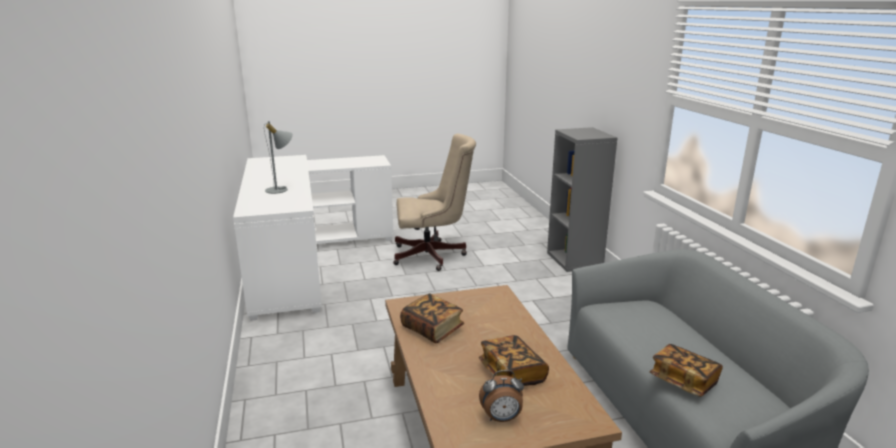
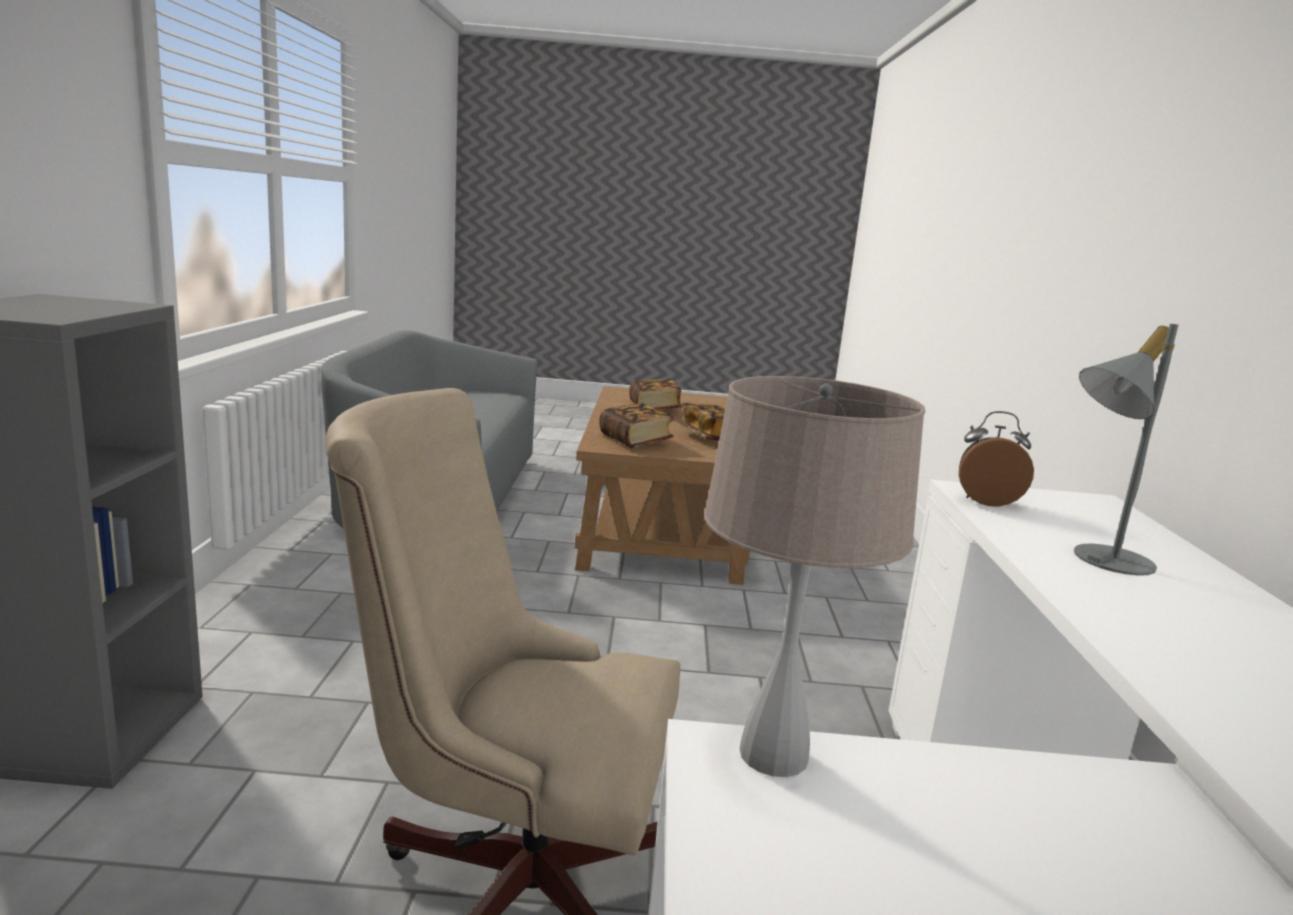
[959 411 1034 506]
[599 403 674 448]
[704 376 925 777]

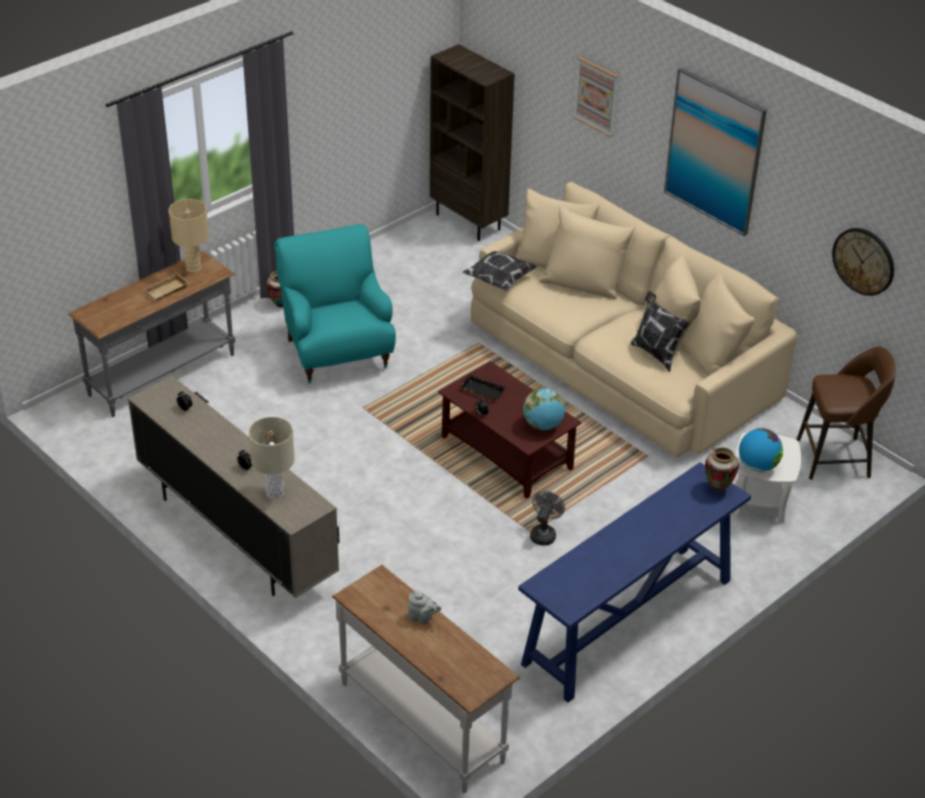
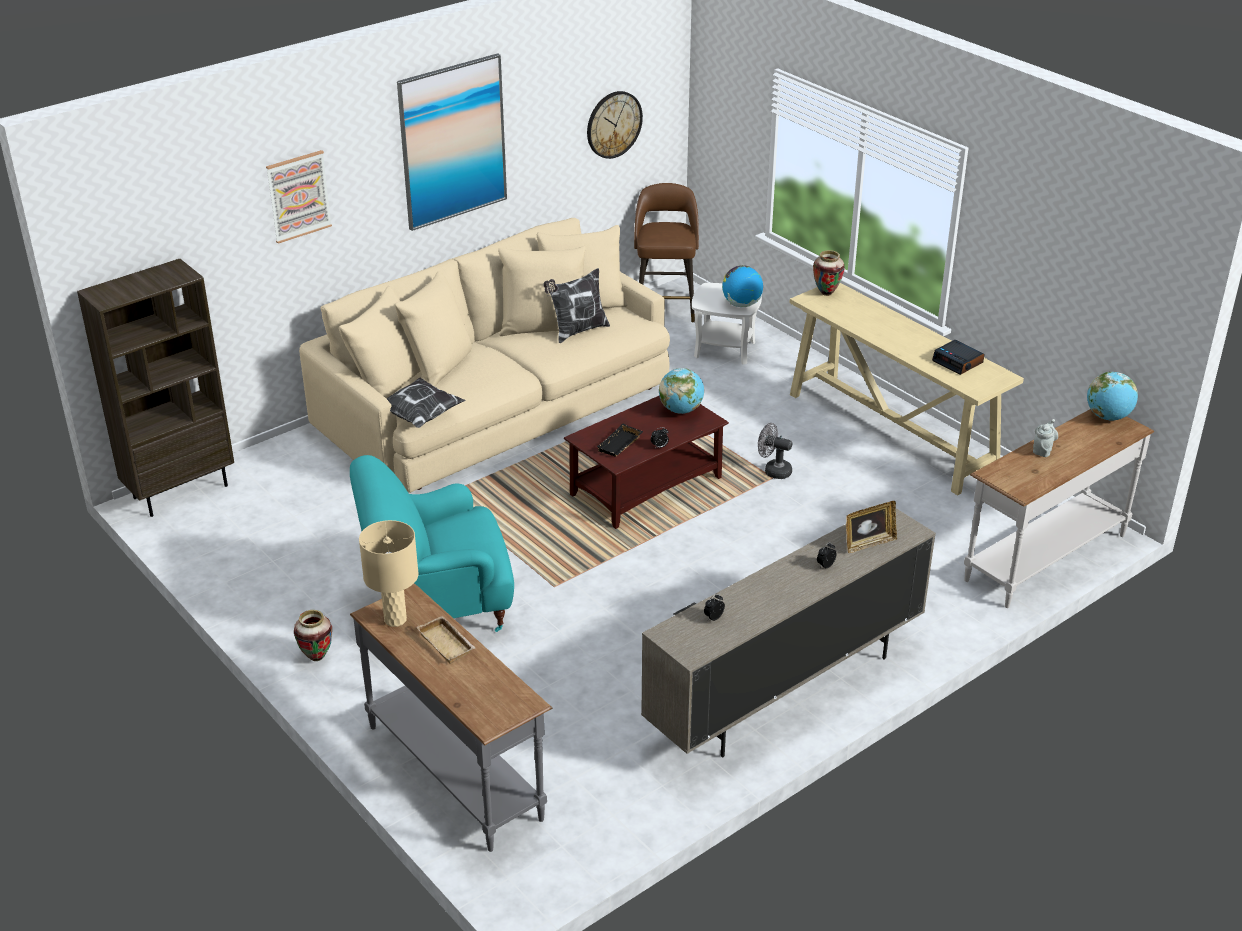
[846 501 897 553]
[789 283 1024 495]
[932 340 985 375]
[1087 372 1138 420]

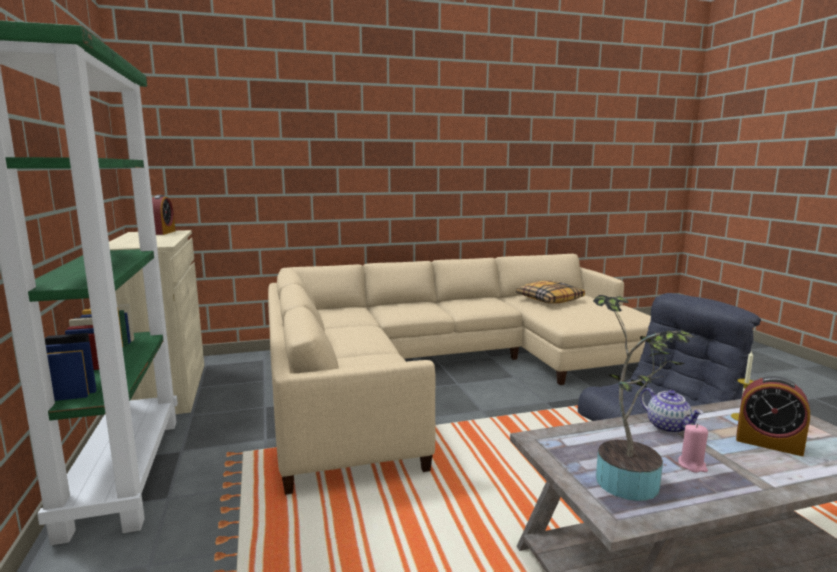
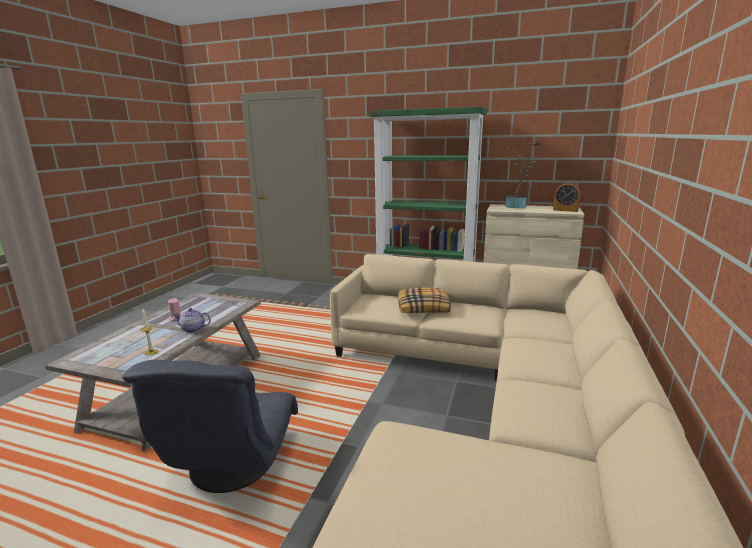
[398 288 451 313]
[500 140 541 208]
[736 376 810 456] (first image)

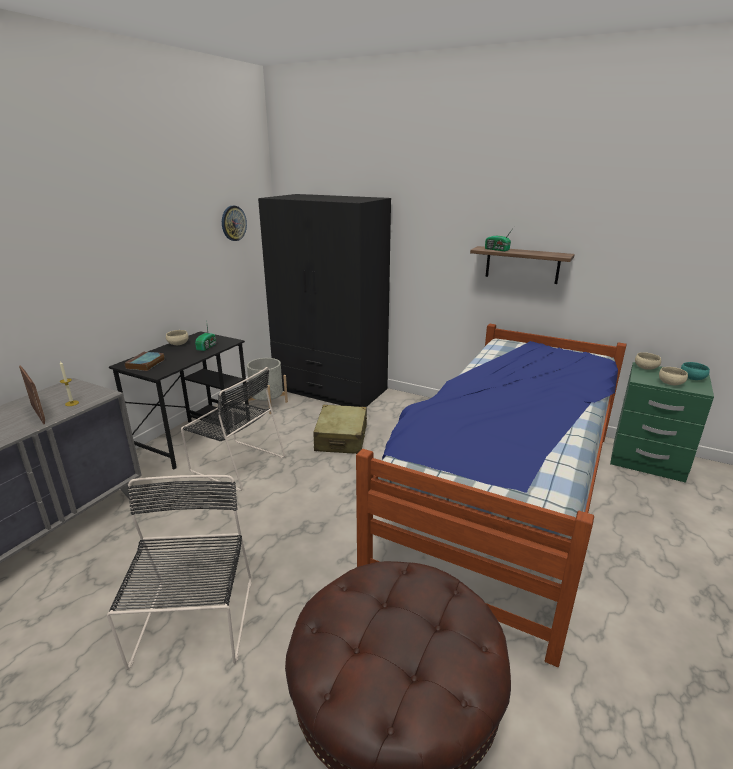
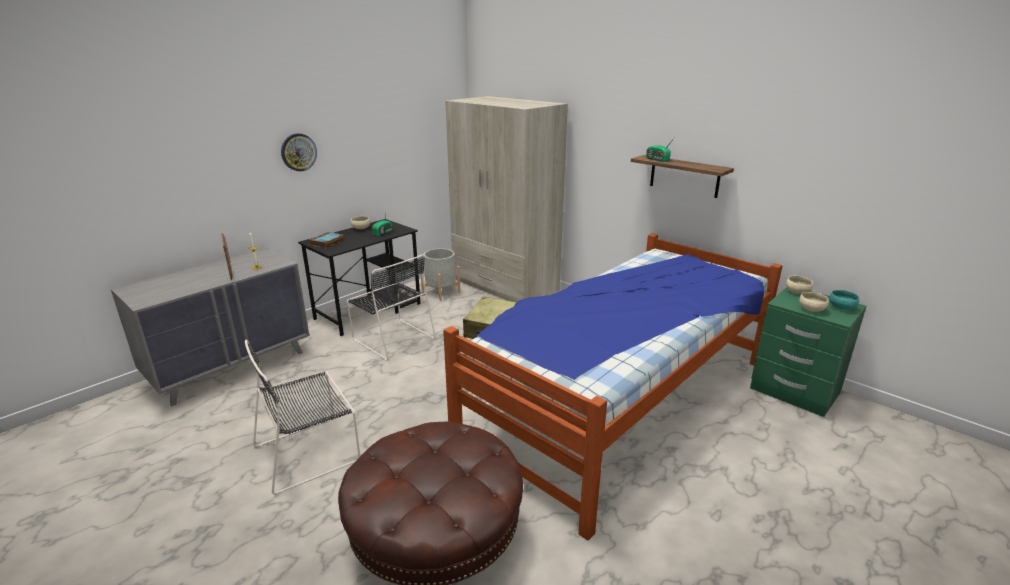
[245 340 360 495]
[281 133 317 171]
[445 96 568 302]

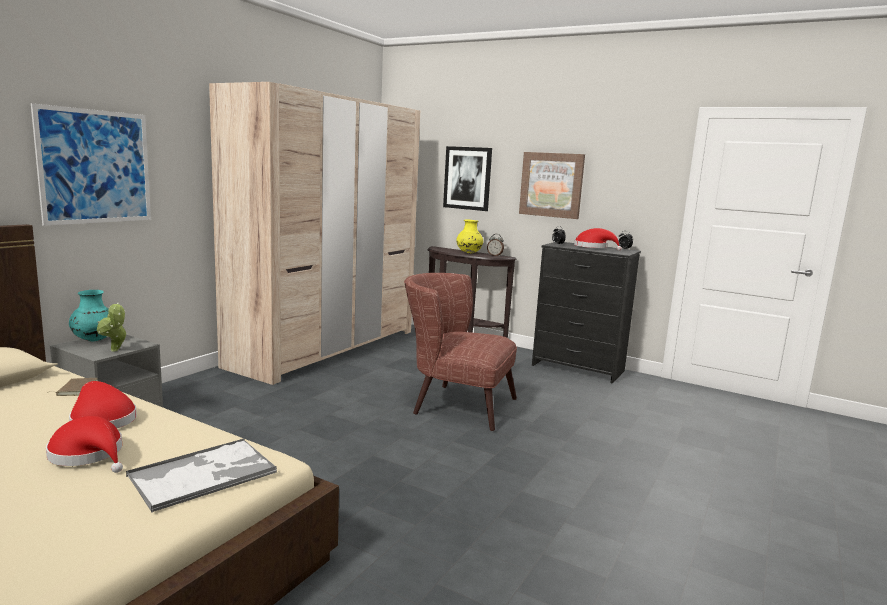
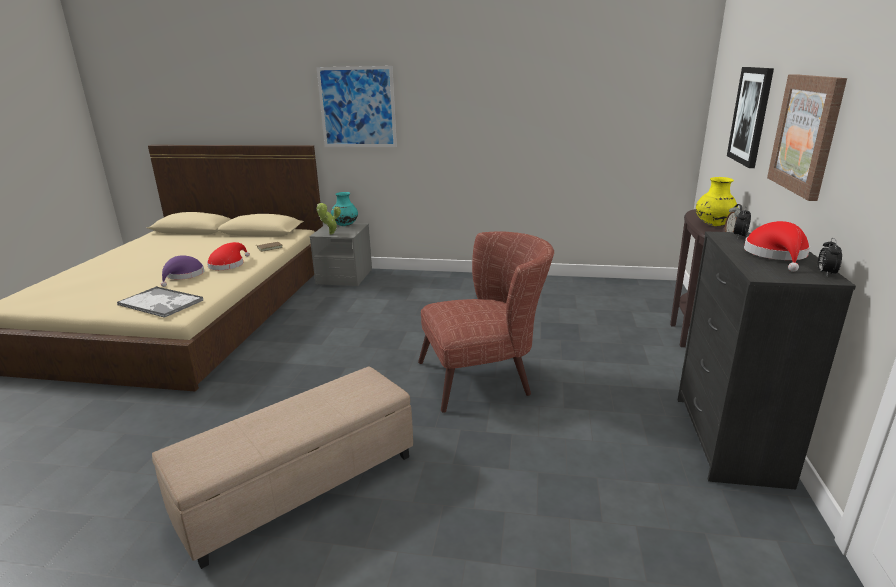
[161 255 204 287]
[209 82 420 385] (first image)
[418 231 554 413]
[152 367 413 569]

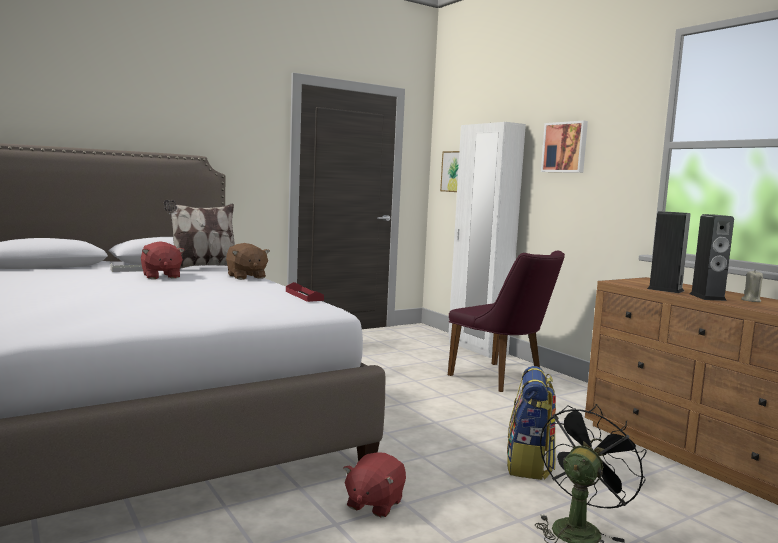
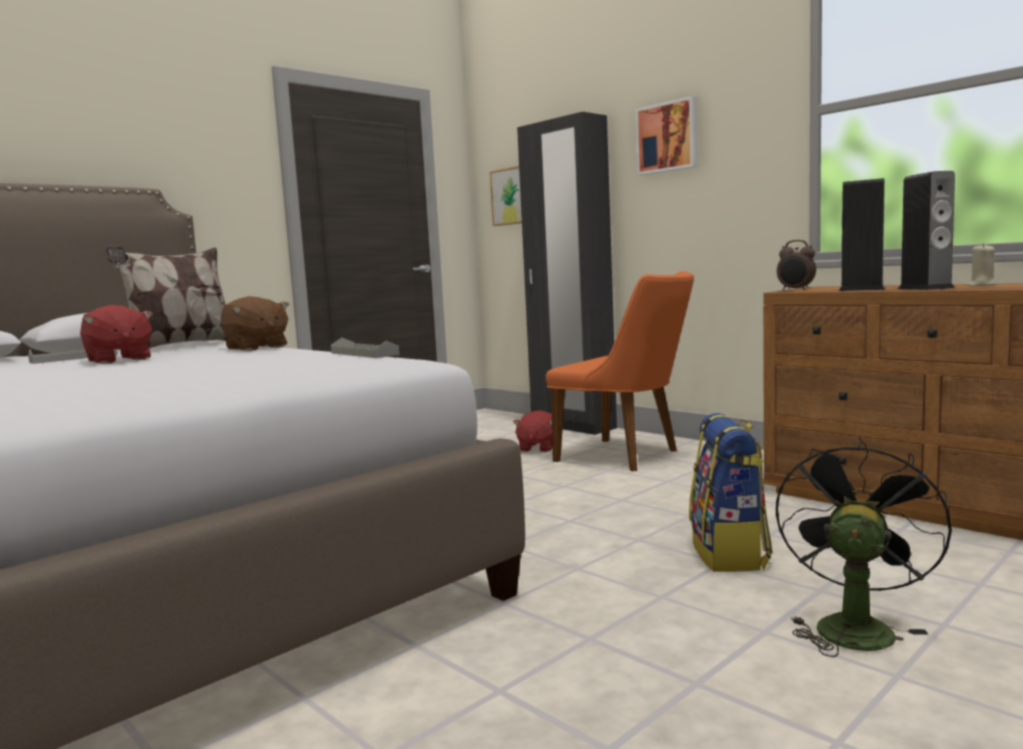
[331 338 400 358]
[513 410 553 452]
[517 112 617 435]
[546 271 694 471]
[777 240 816 291]

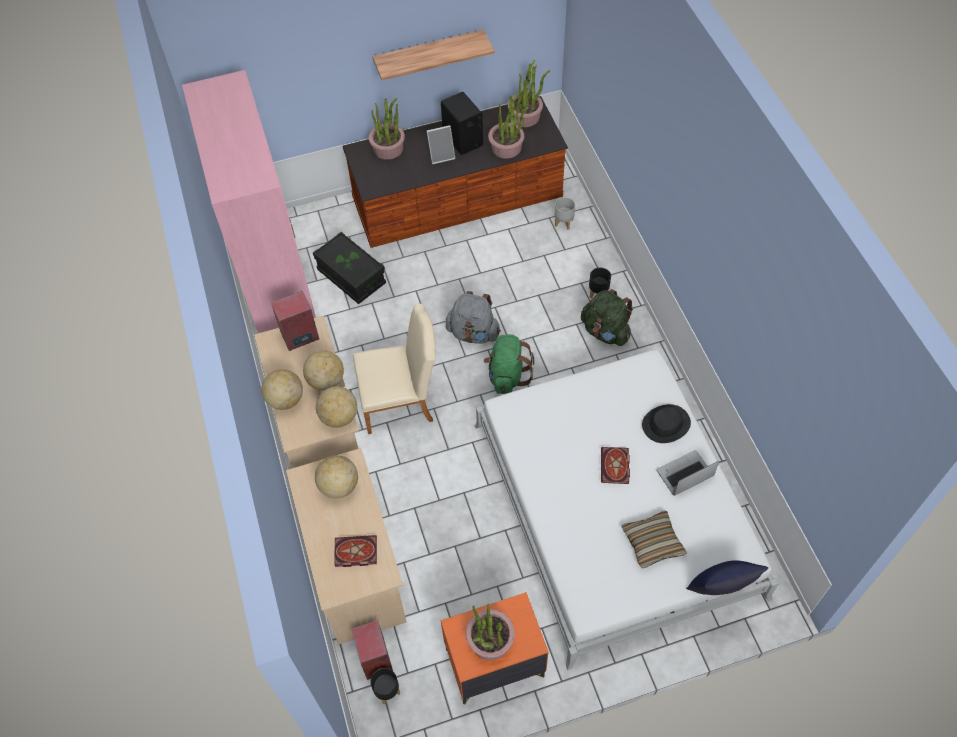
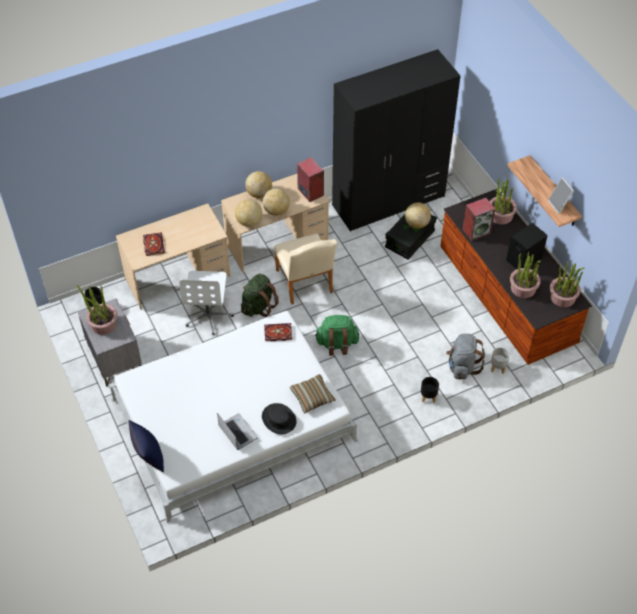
[332 49 460 232]
[405 203 431 229]
[462 198 495 241]
[548 177 574 214]
[78 298 142 387]
[446 333 485 380]
[241 273 279 317]
[264 323 292 341]
[290 374 336 413]
[179 271 234 335]

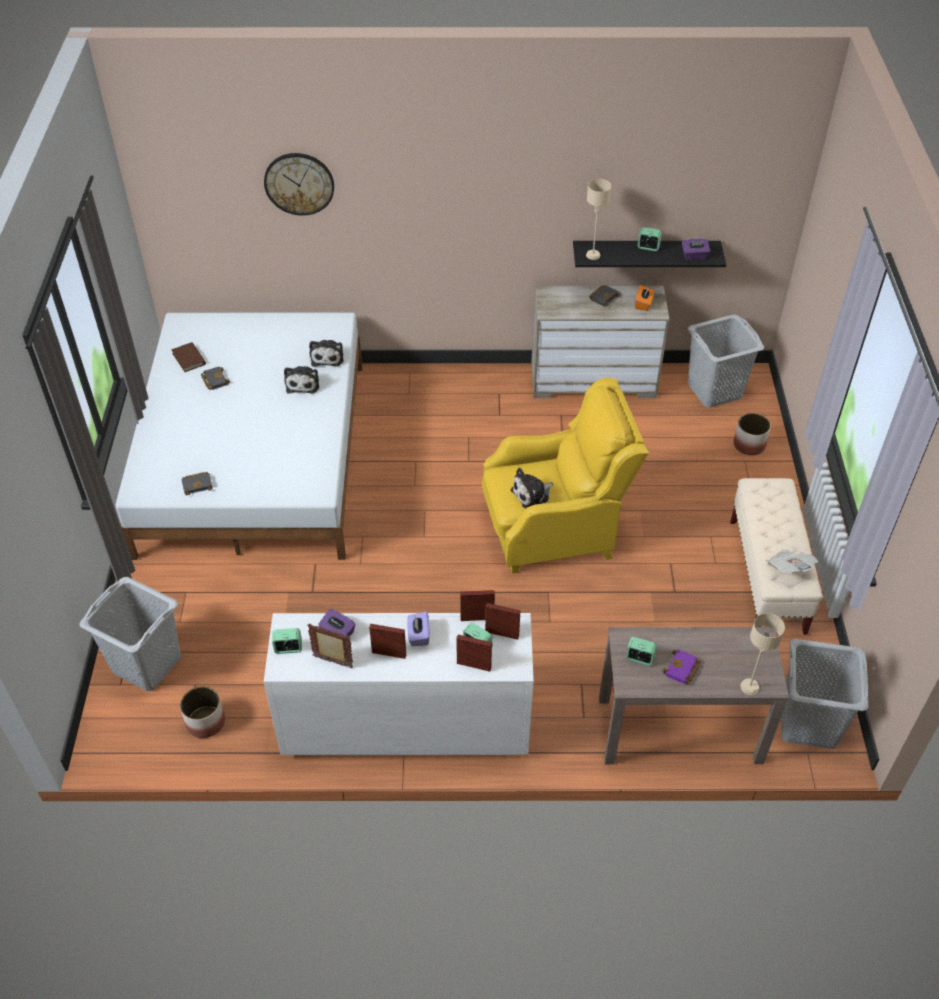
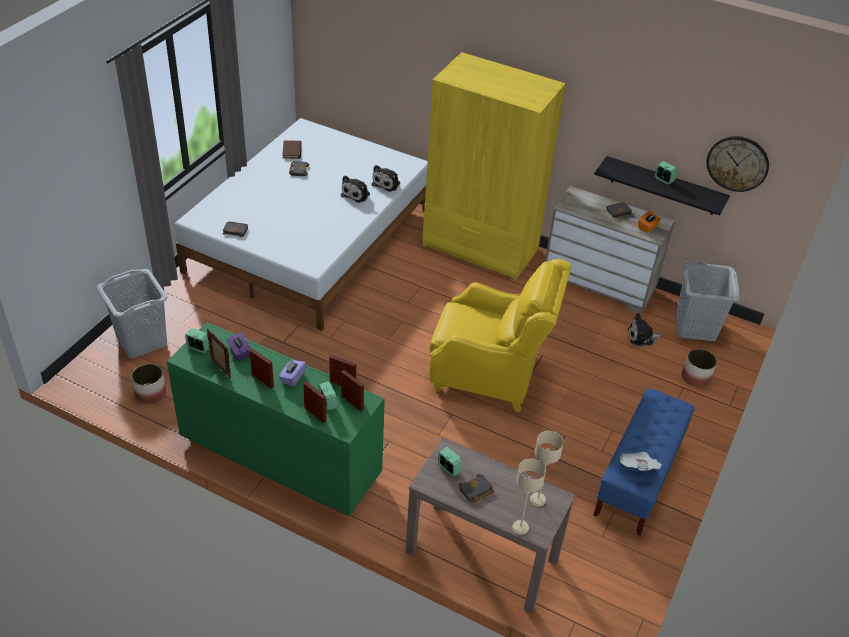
[706 136 769 192]
[167 322 385 516]
[627 313 662 346]
[530 431 564 506]
[458 474 494 503]
[682 239 710 260] (first image)
[594 388 695 536]
[781 639 869 749] (first image)
[422 52 566 280]

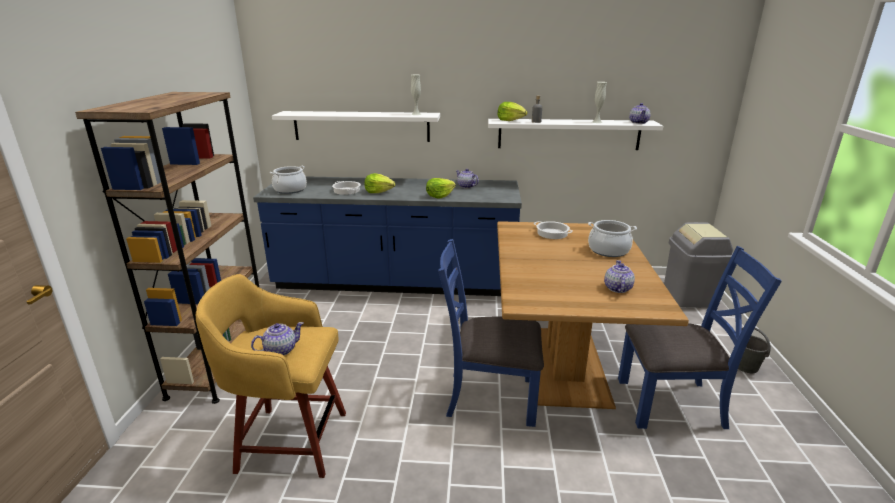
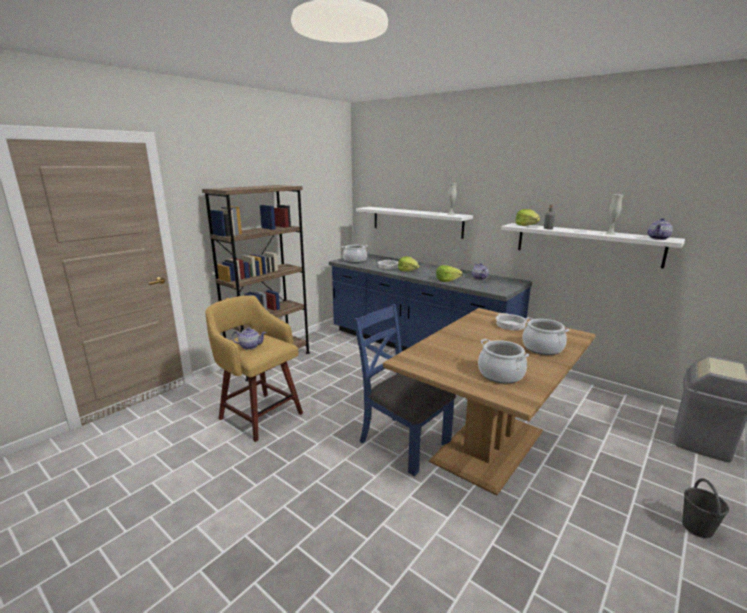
[478 339 529 384]
[618 246 782 429] (first image)

